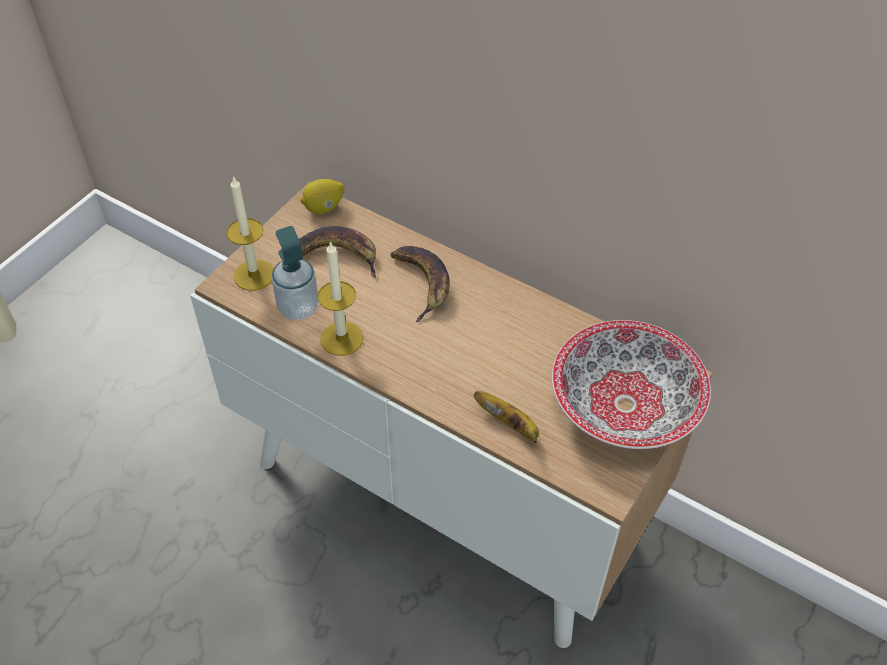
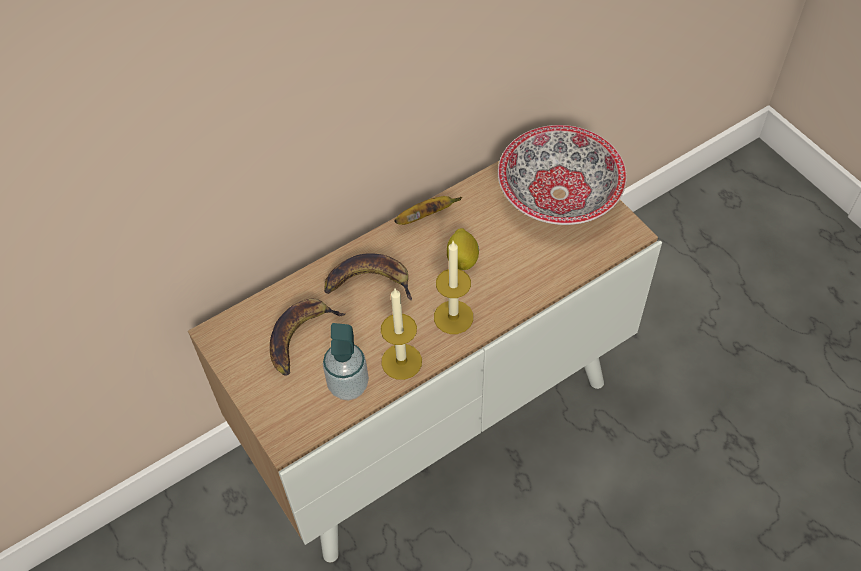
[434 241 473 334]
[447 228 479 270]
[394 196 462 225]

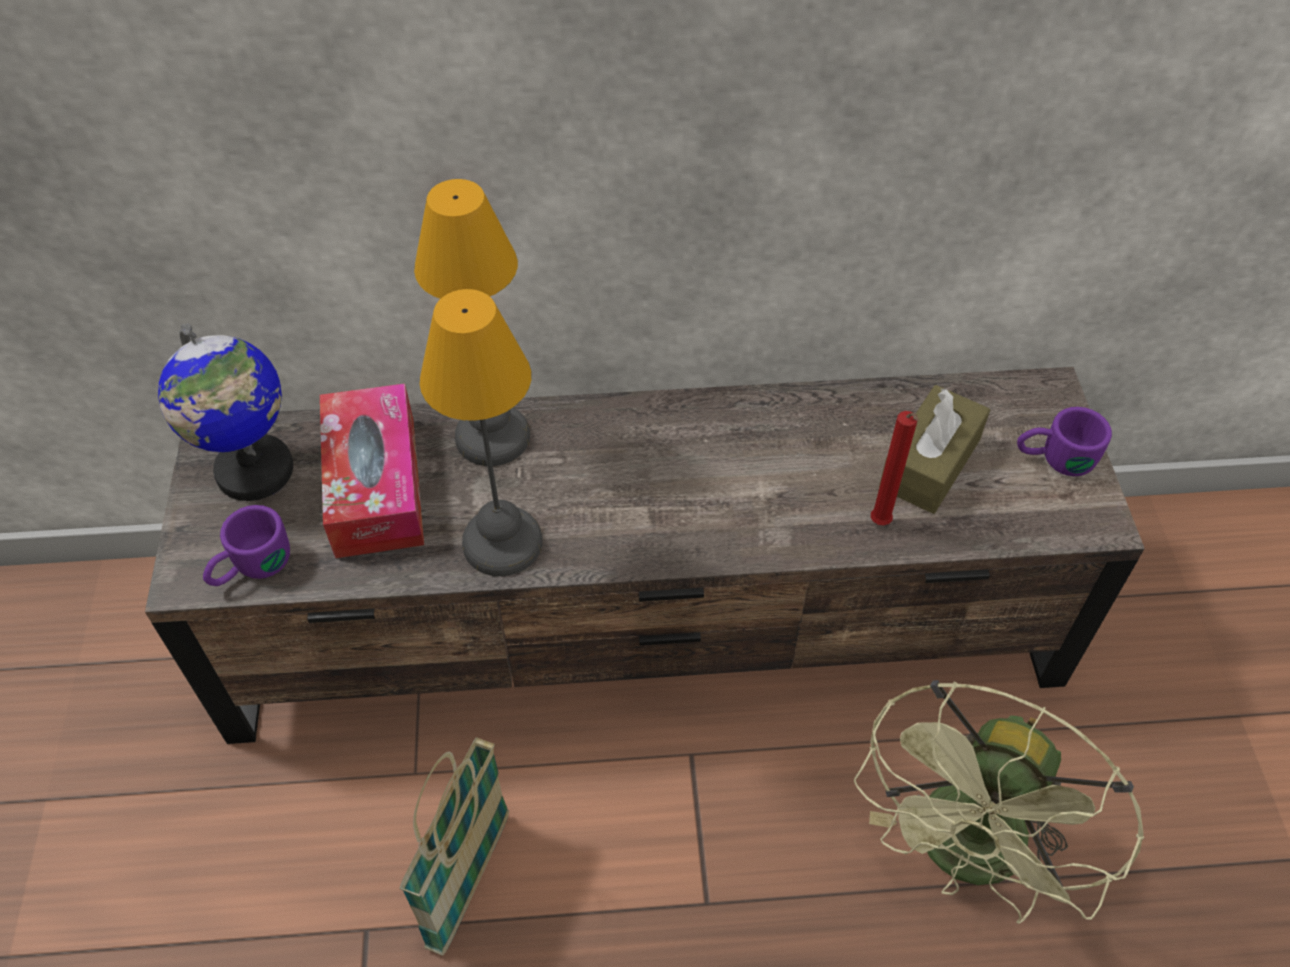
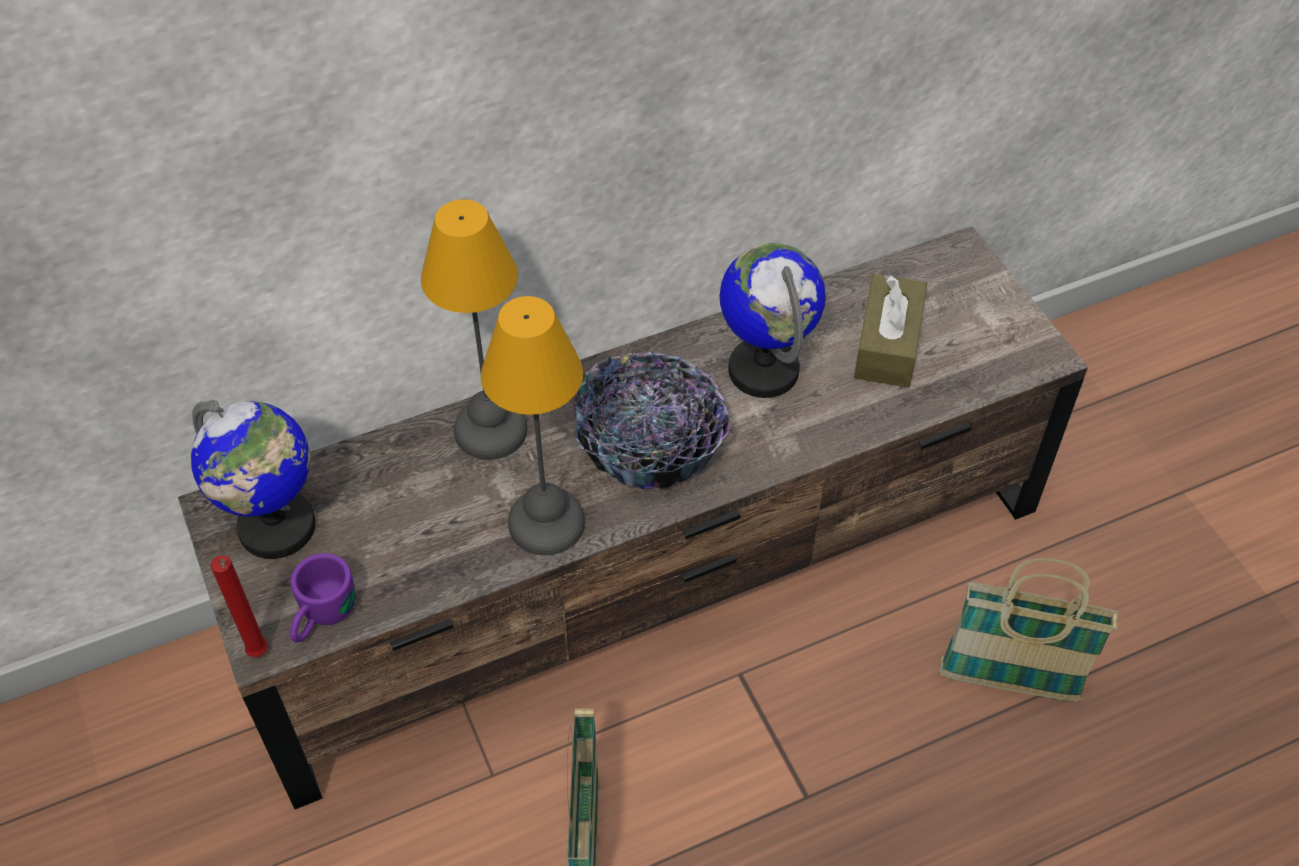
[320 383 424 558] (first image)
[940 558 1118 702]
[211 555 268 657]
[1017 407 1112 476] (first image)
[573 352 730 489]
[720 243 826 398]

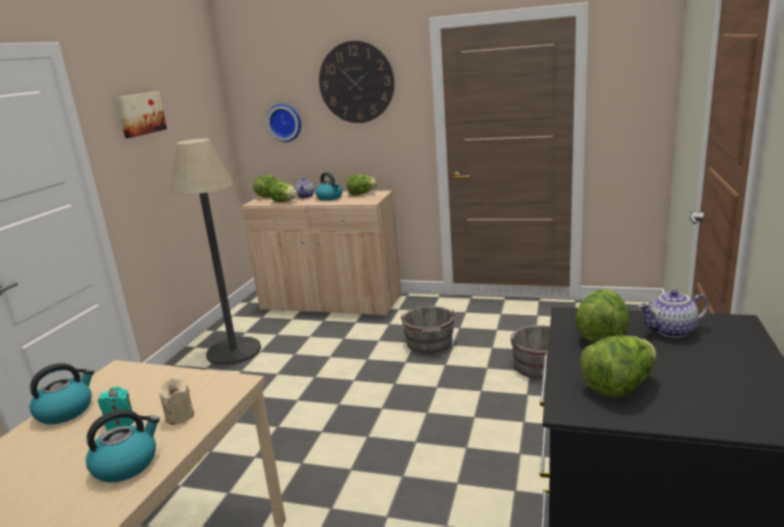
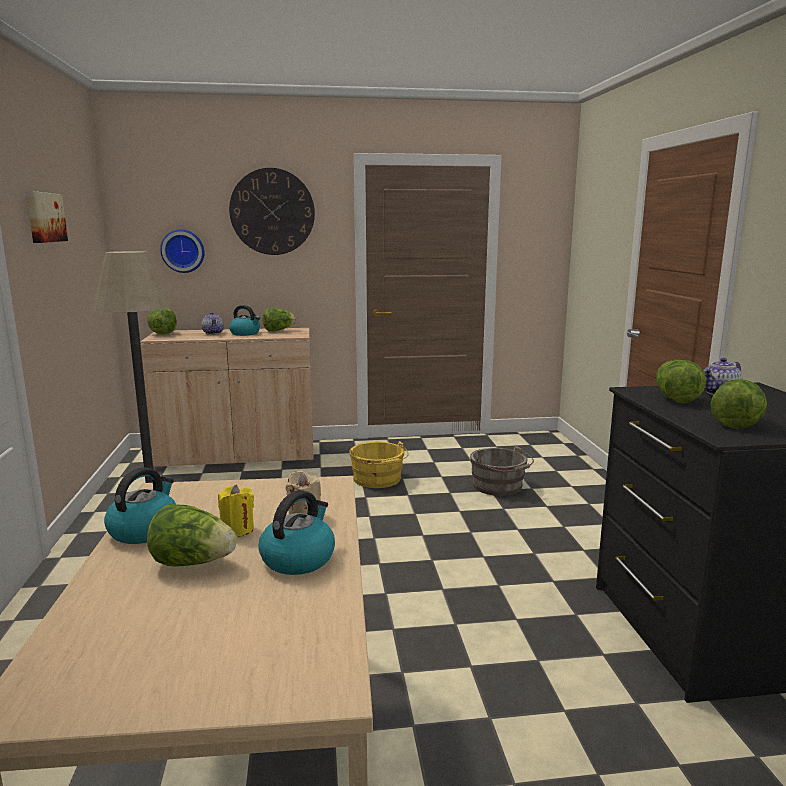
[218 484 254 537]
[147 504 237 567]
[349 441 409 488]

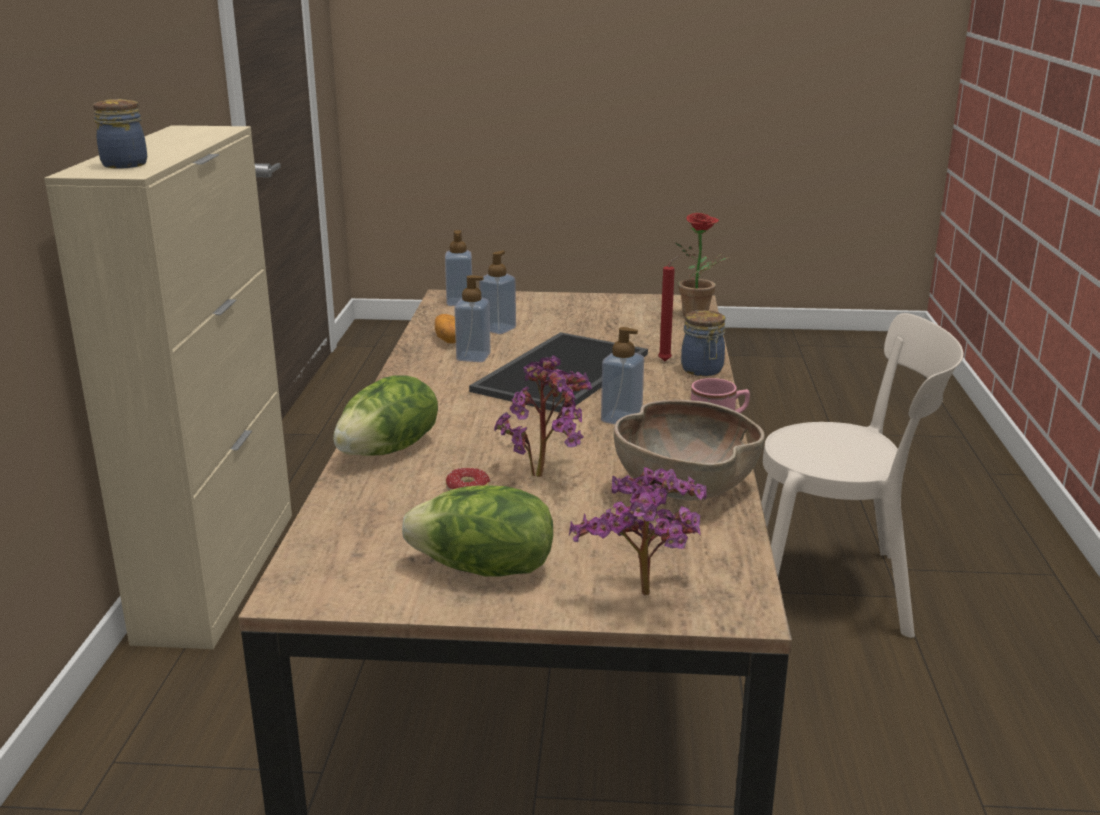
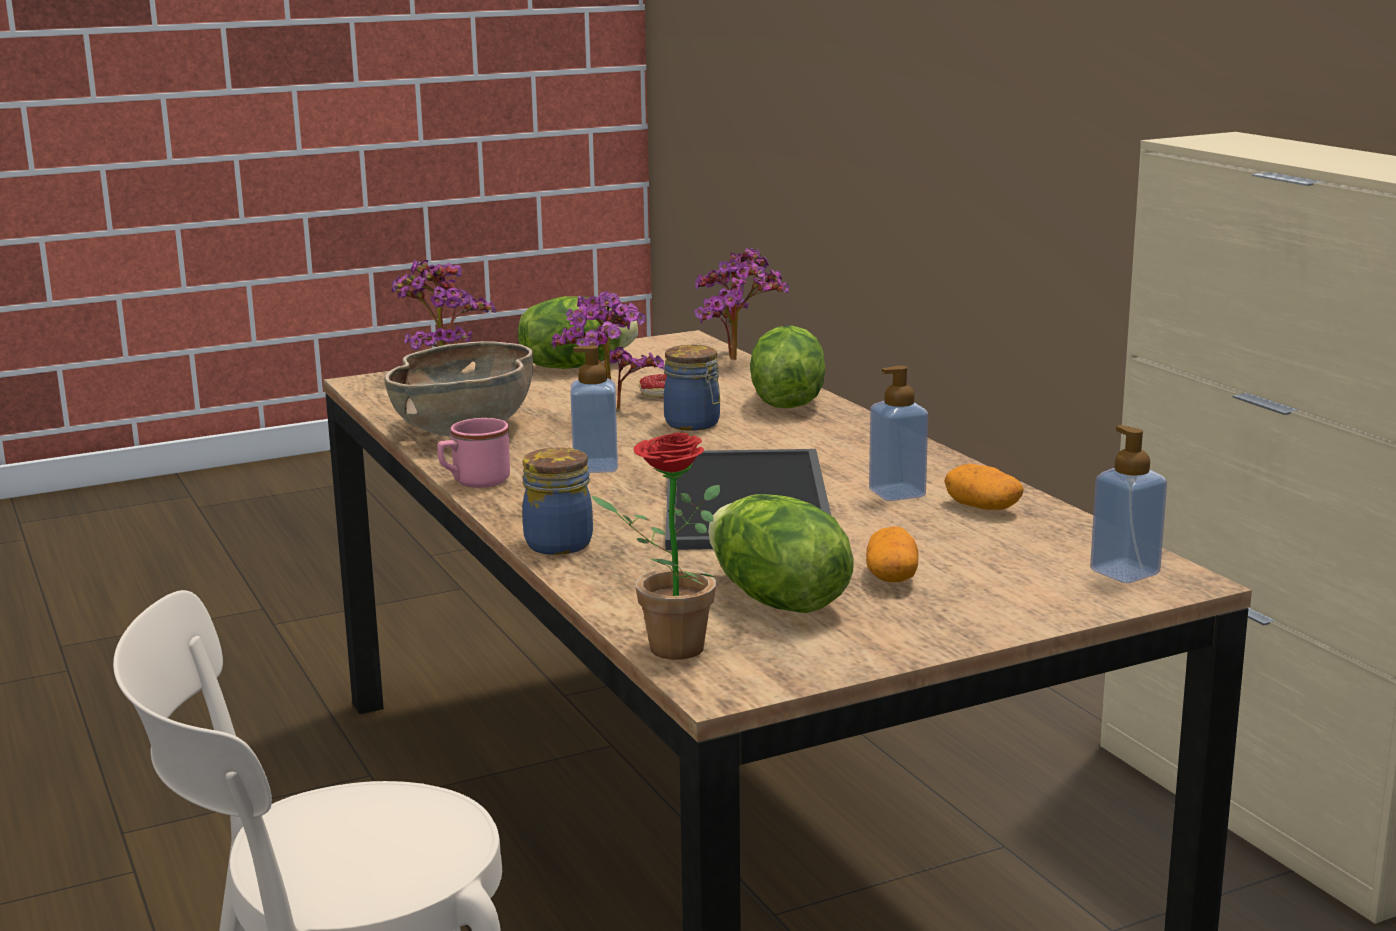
[664 345 720 430]
[479 251 516 334] (first image)
[658 255 679 361] (first image)
[693 248 789 360]
[708 494 854 613]
[866 526 919 582]

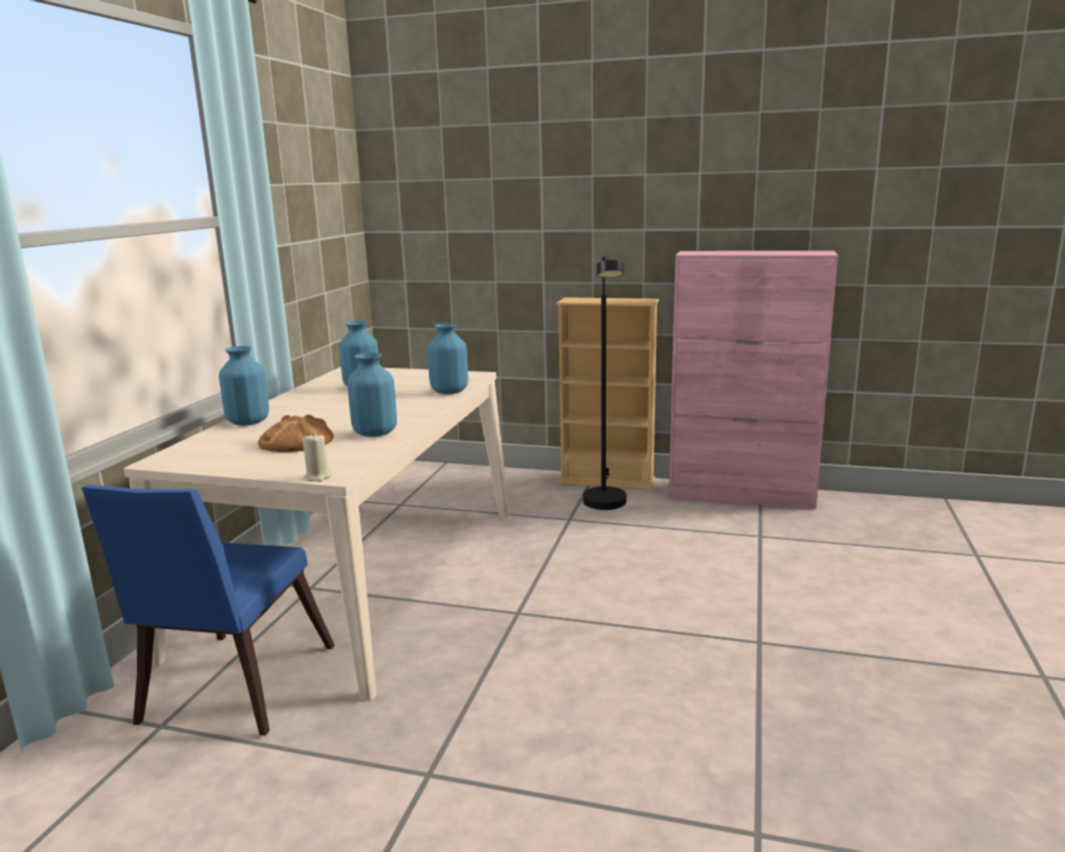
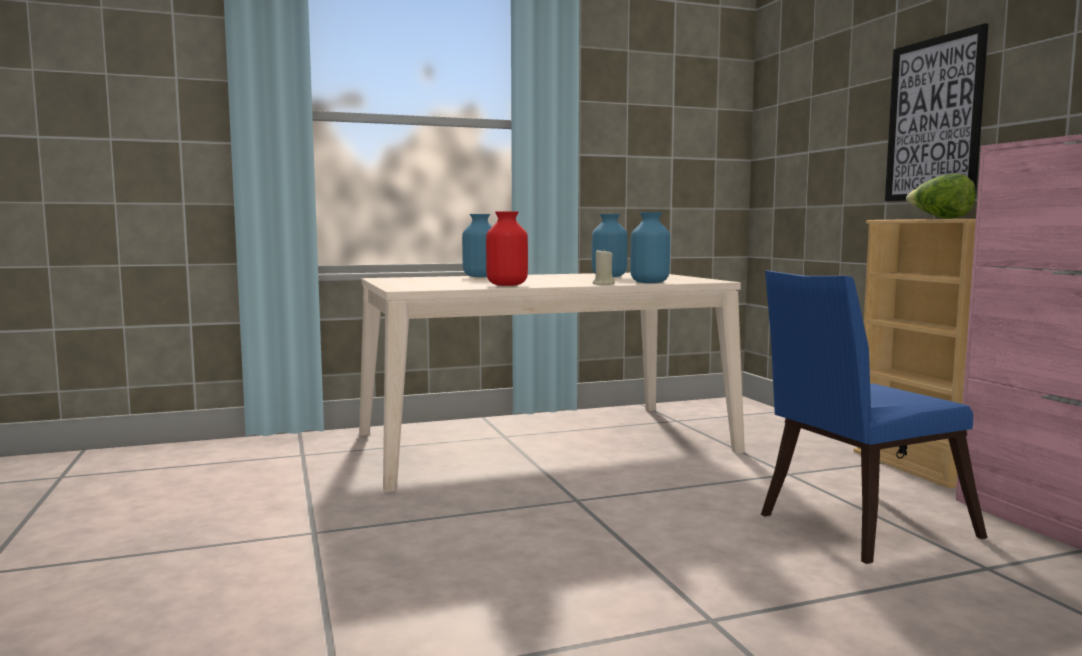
[761 270 987 564]
[258 415 334 452] (first image)
[593 248 615 285]
[486 211 528 286]
[583 255 626 510] (first image)
[885 23 988 202]
[906 174 976 219]

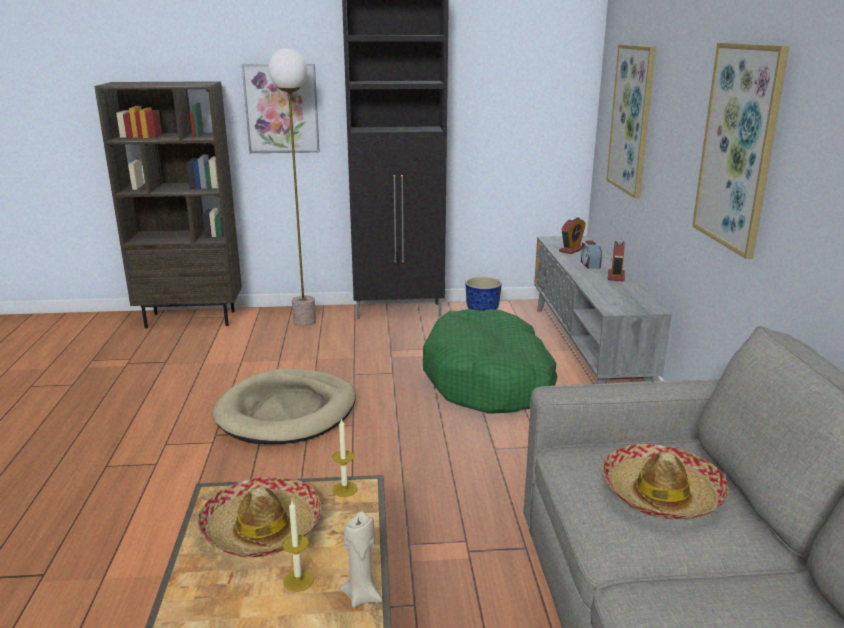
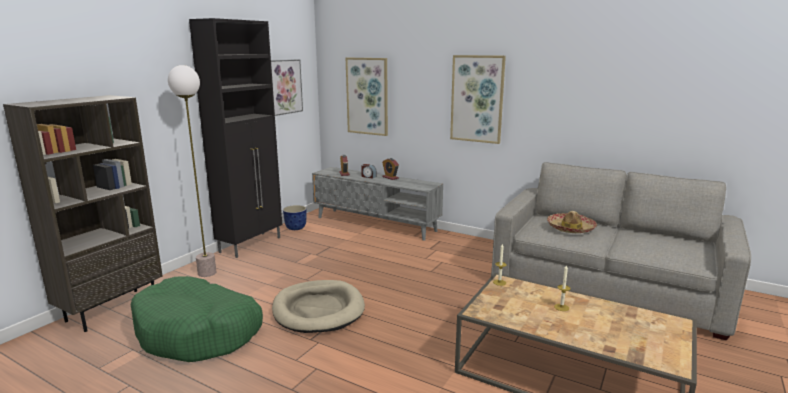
[198 476 321 558] (first image)
[271 60 303 116]
[340 511 383 608] (first image)
[130 276 263 362]

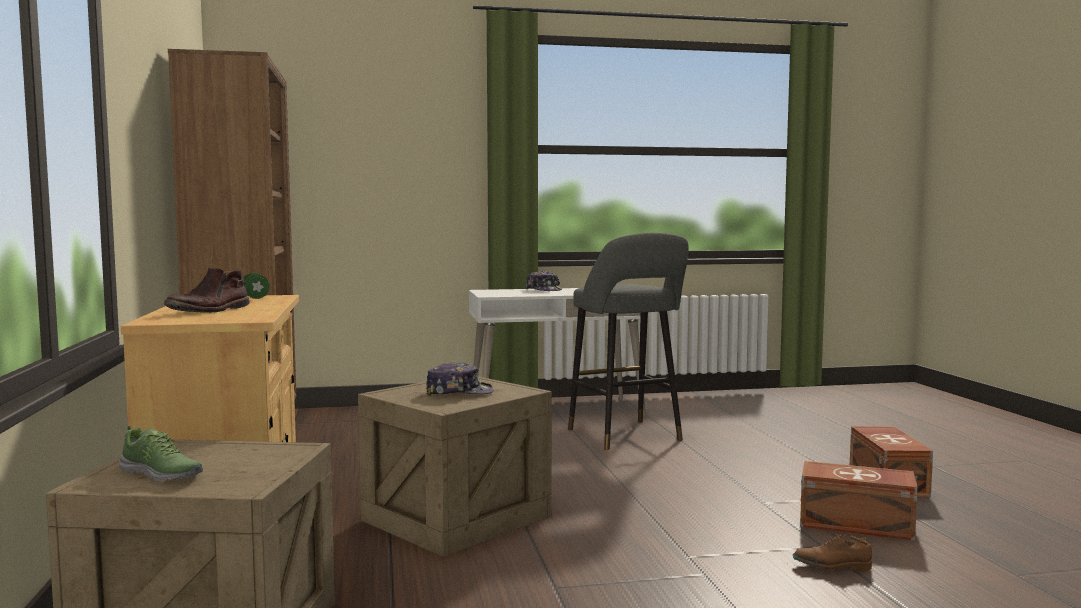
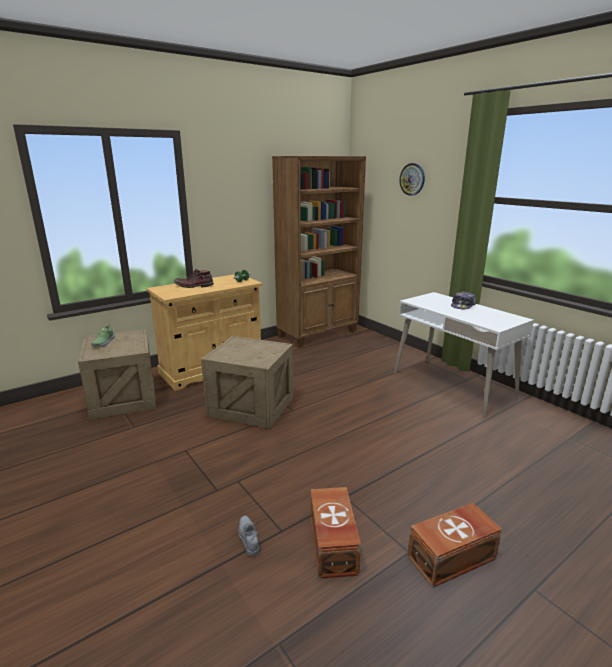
[426 362 494 396] (first image)
[568 233 689 450] (first image)
[238 516 259 556]
[399 163 425 196]

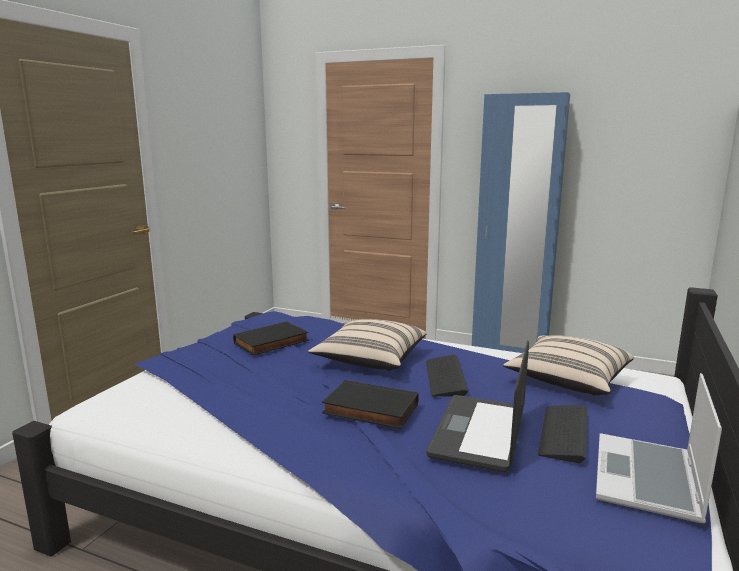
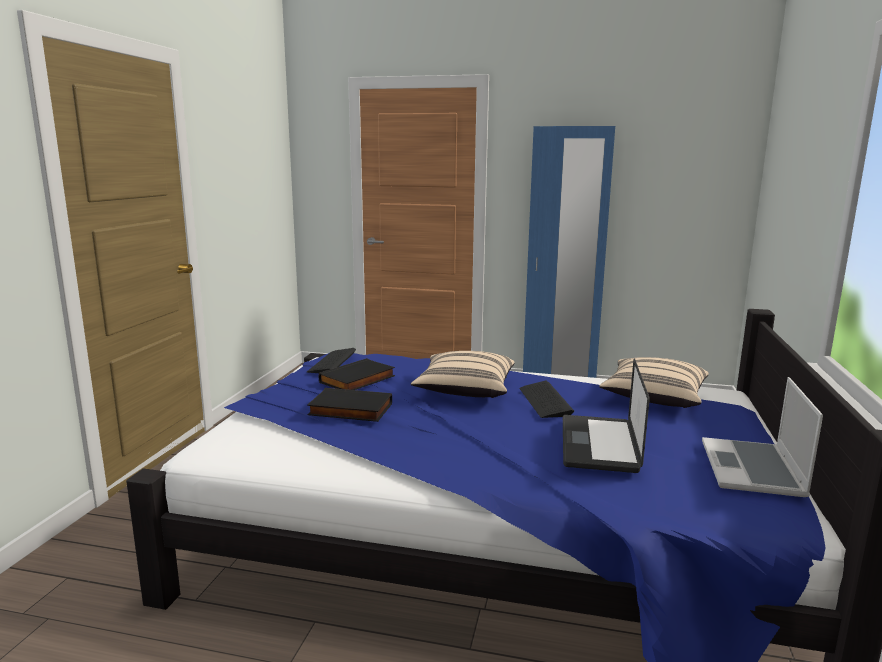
[307 388 392 422]
[307 348 356 373]

